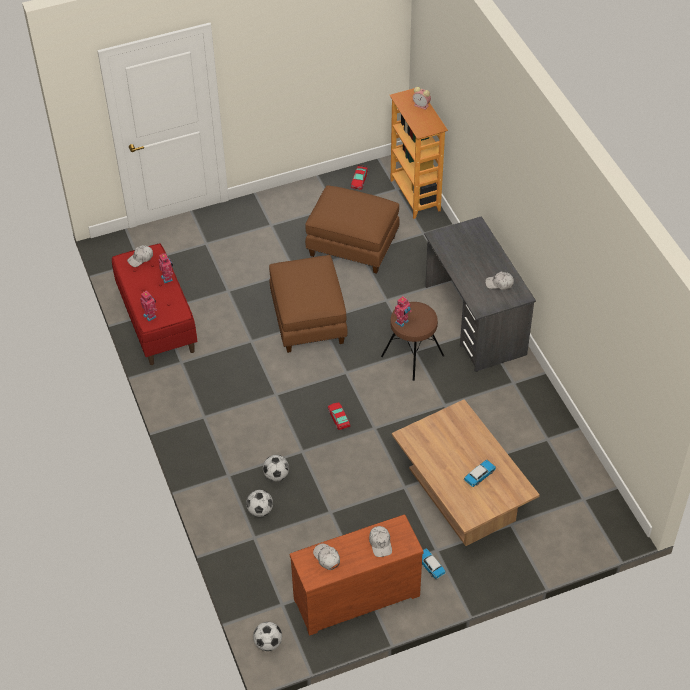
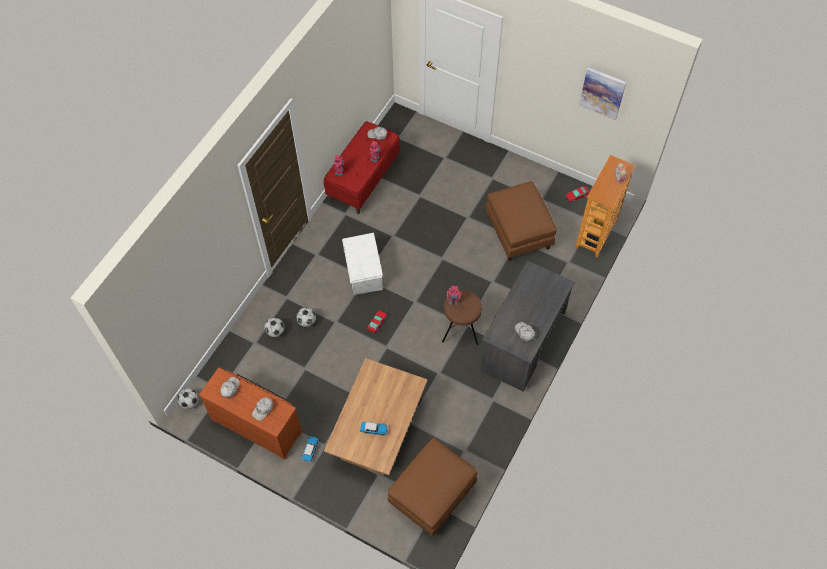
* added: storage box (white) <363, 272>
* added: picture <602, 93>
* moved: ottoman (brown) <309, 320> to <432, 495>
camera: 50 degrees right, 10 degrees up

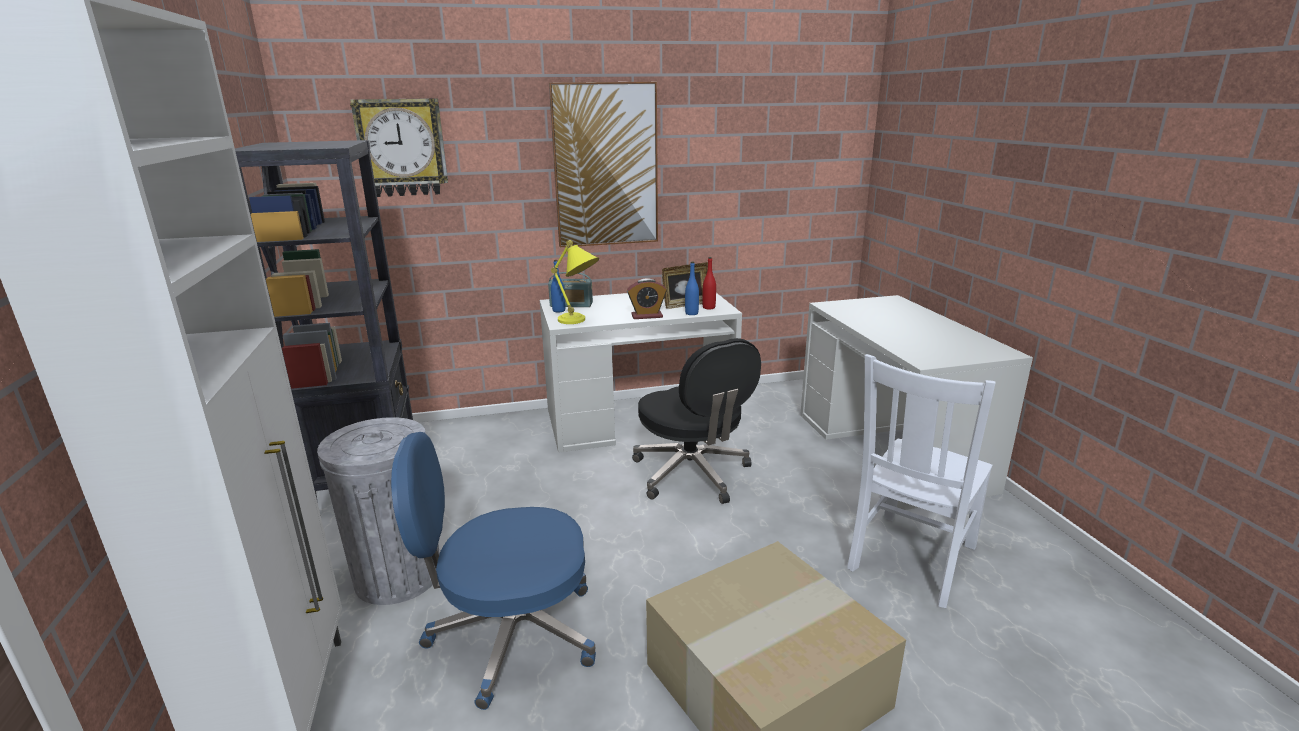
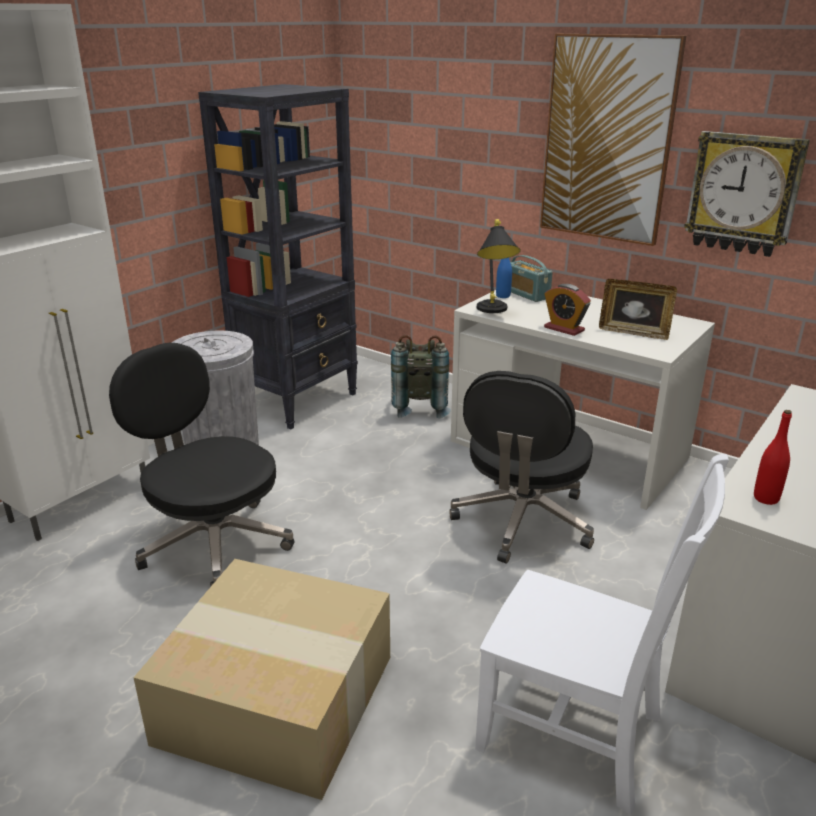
* removed: bottle (blue) <691, 313>
* added: backpack (grey) <420, 407>
* moved: wall clock <402, 148> to <743, 193>
* moved: bottle (red) <709, 307> to <766, 498>
* recoloured: office chair (blue) <510, 635> to office chair (black) <213, 542>
* recoloured: table lamp (yellow) <579, 322> to table lamp (black) <493, 312>
* turned: chair (white) <910, 560> = <576, 735> 150 degrees counterclockwise
camera: 50 degrees right, 5 degrees up

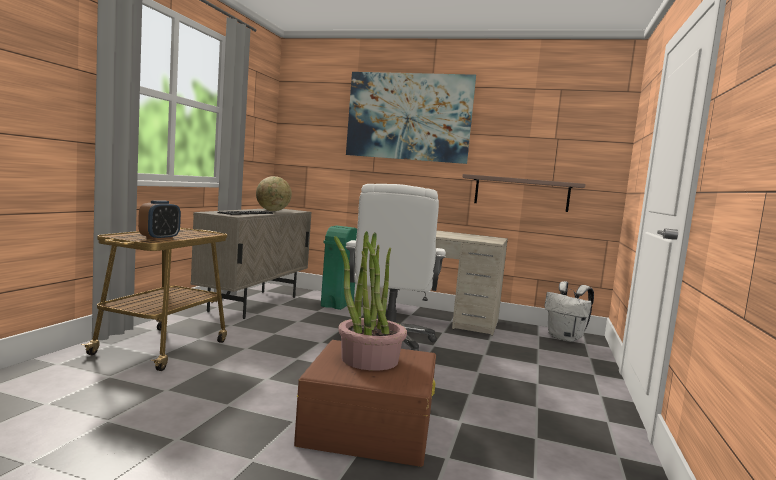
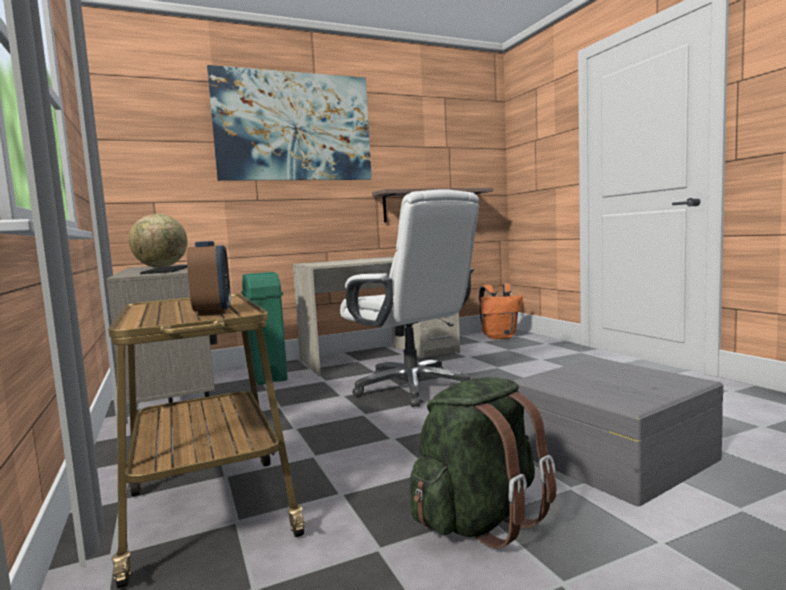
* removed: potted plant <369, 359>
* added: backpack (green) <479, 519>
* recoloured: storage box (brown) <369, 425> to storage box (grey) <611, 454>
* recoloured: backpack (white) <565, 338> to backpack (orange) <499, 337>
camera: 40 degrees left, 0 degrees up

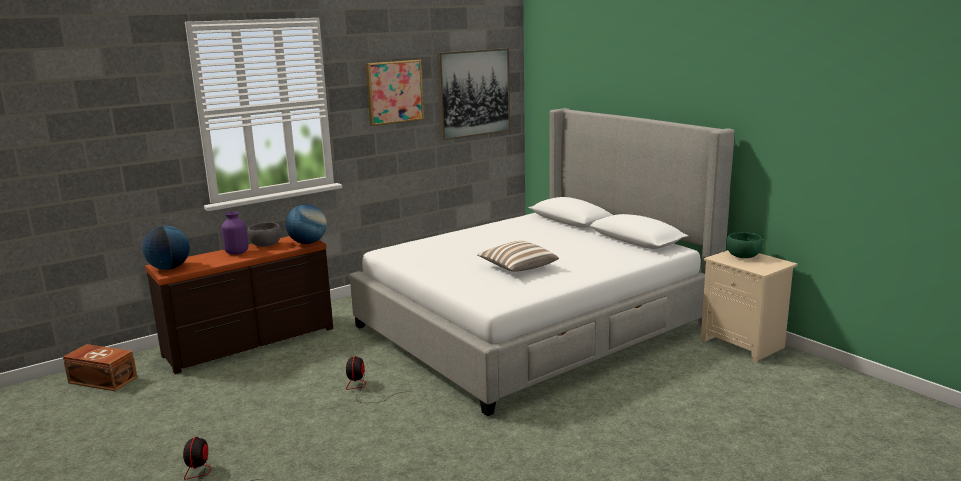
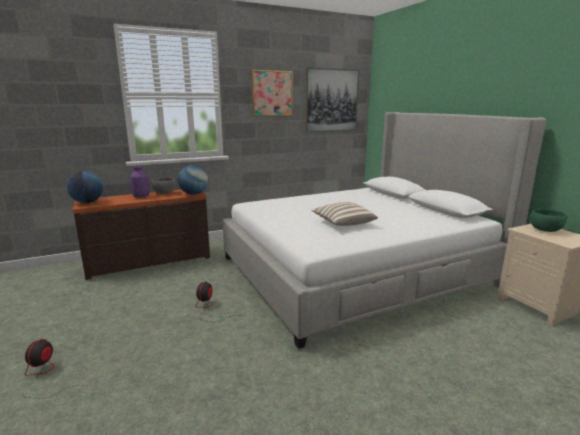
* removed: storage box (brown) <103, 379>
camera: 10 degrees right, 0 degrees up

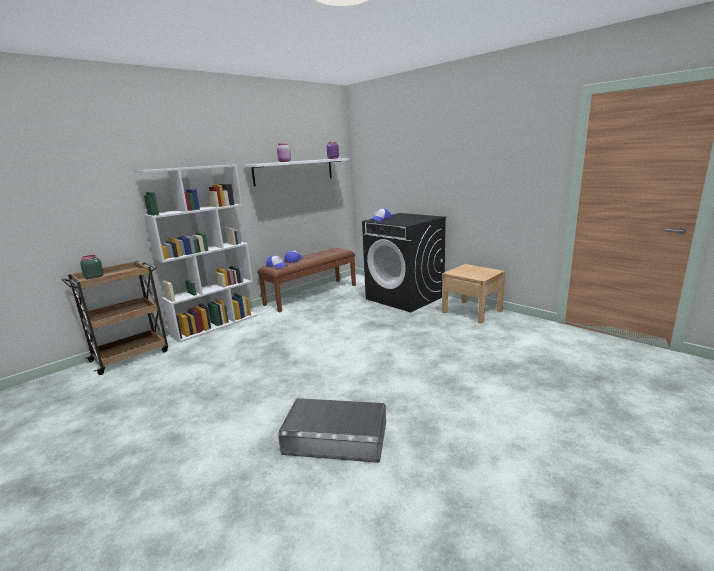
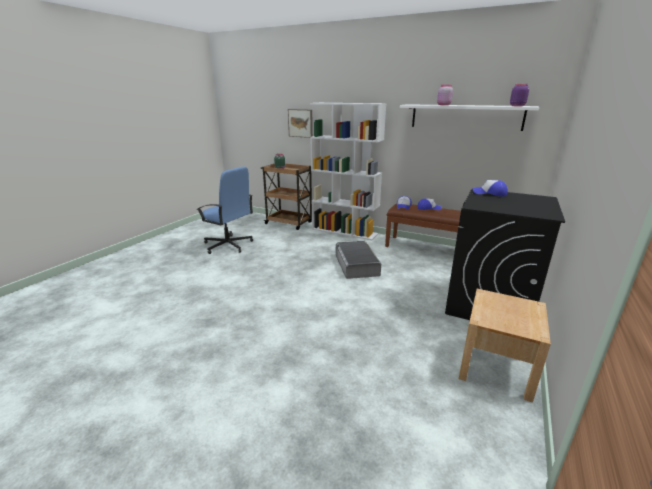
* added: office chair (blue) <228, 245>
* added: picture <301, 123>
* moved: storage box (grey) <336, 437> to <356, 265>
camera: 70 degrees right, 5 degrees up

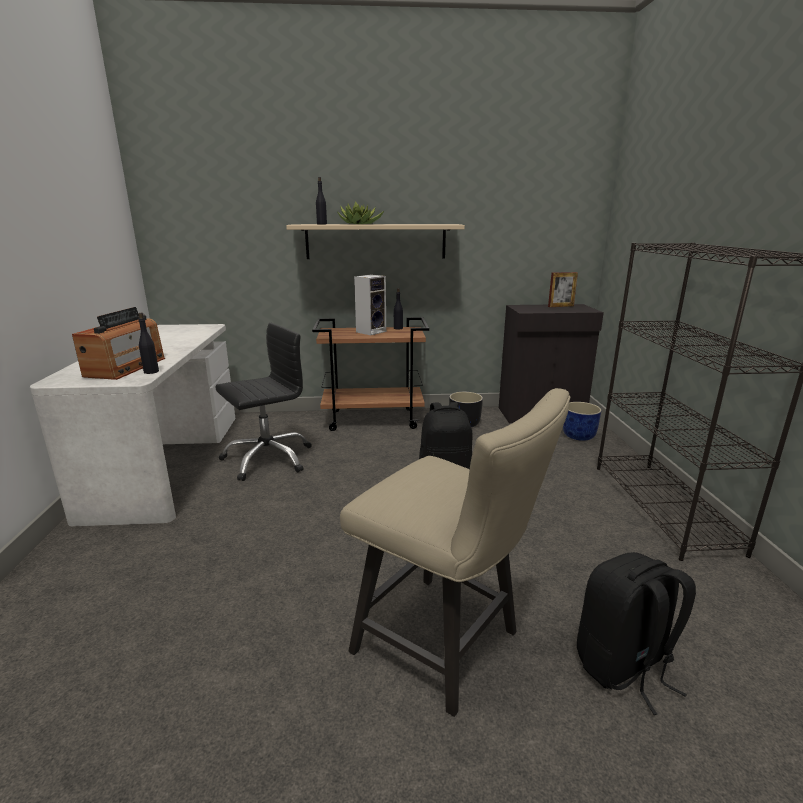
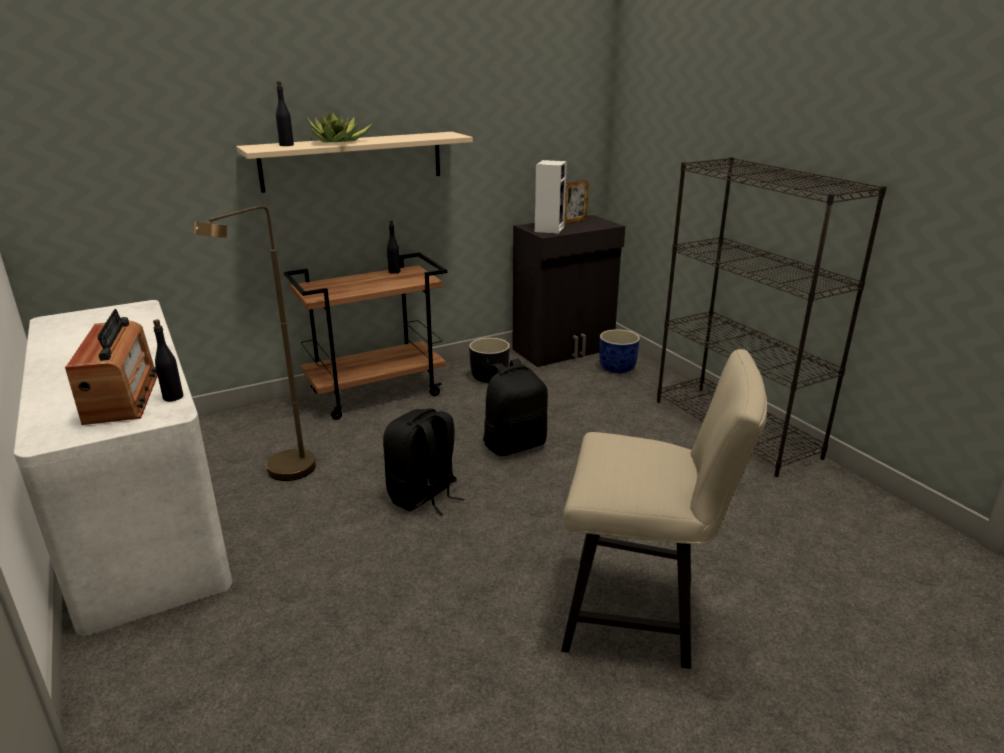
* moved: speaker <371, 331> to <549, 229>
* moved: backpack (black) <624, 667> to <424, 496>
* replaced: office chair (black) <268, 458> to floor lamp (brown) <283, 475>
camera: 25 degrees left, 5 degrees up

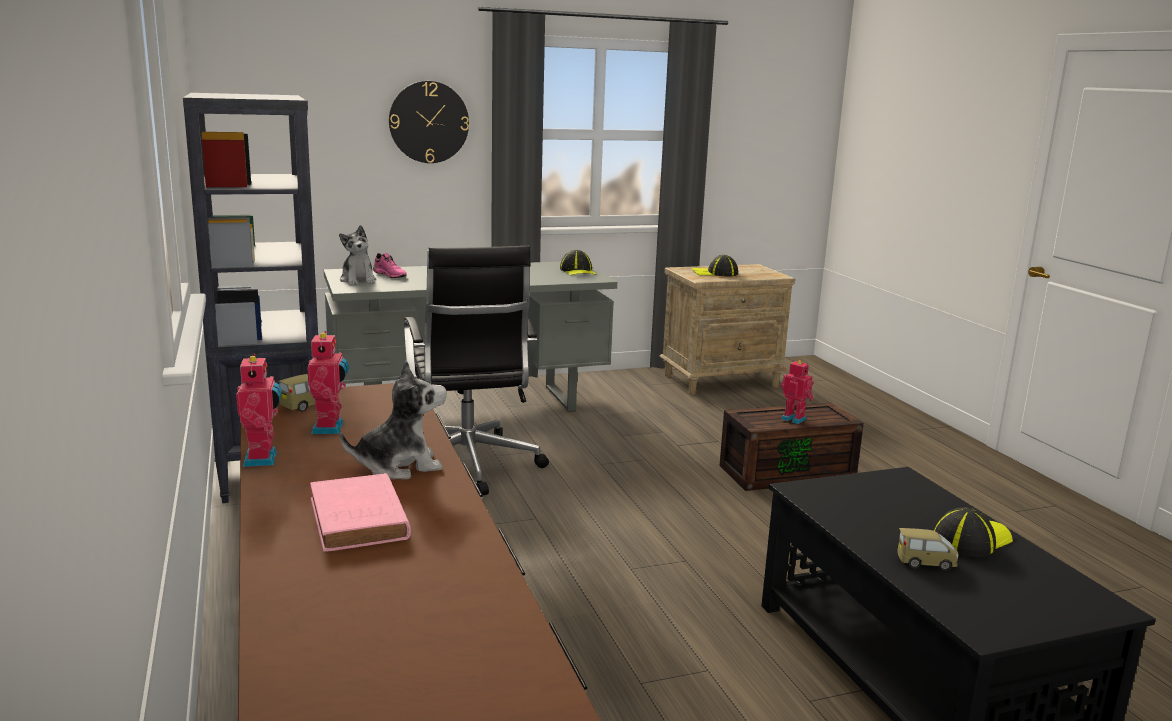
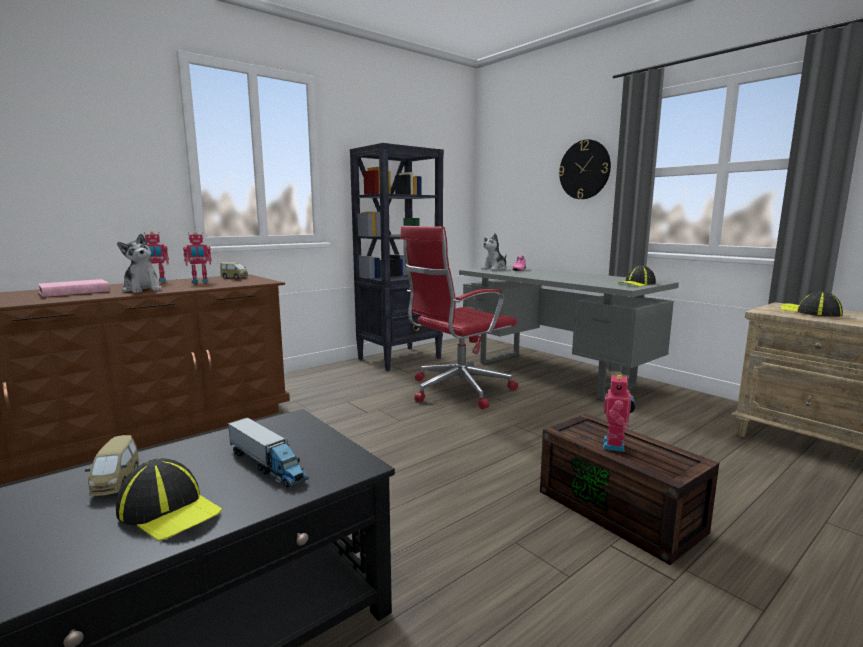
* added: toy truck <267, 465>
* recoloured: office chair (black) <468, 466> to office chair (red) <457, 390>
camera: 70 degrees right, 5 degrees down

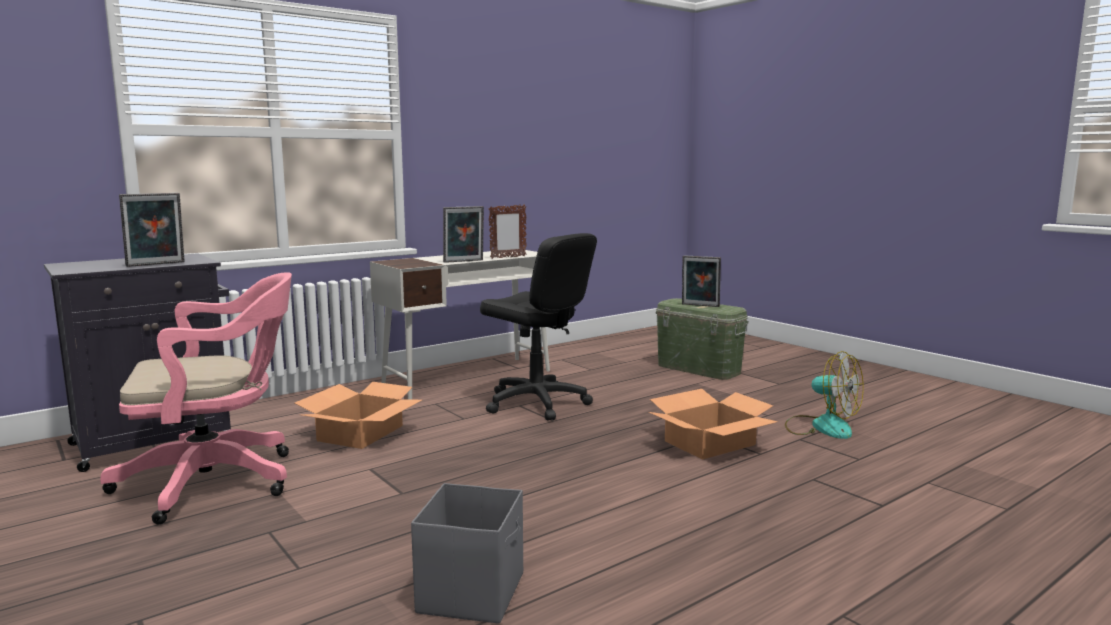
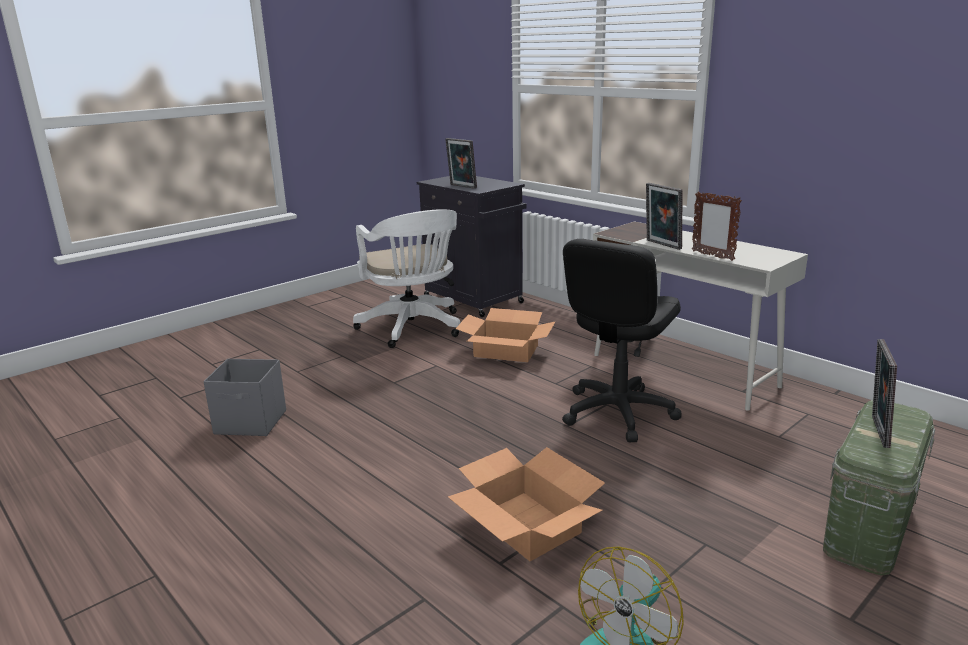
* recoloured: office chair (pink) <218, 481> to office chair (white) <413, 329>
camera: 85 degrees right, 10 degrees up

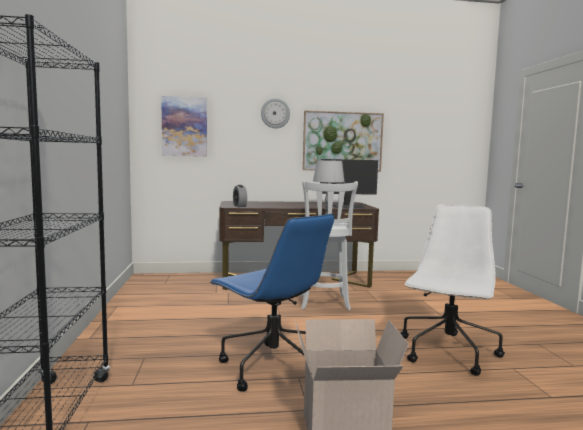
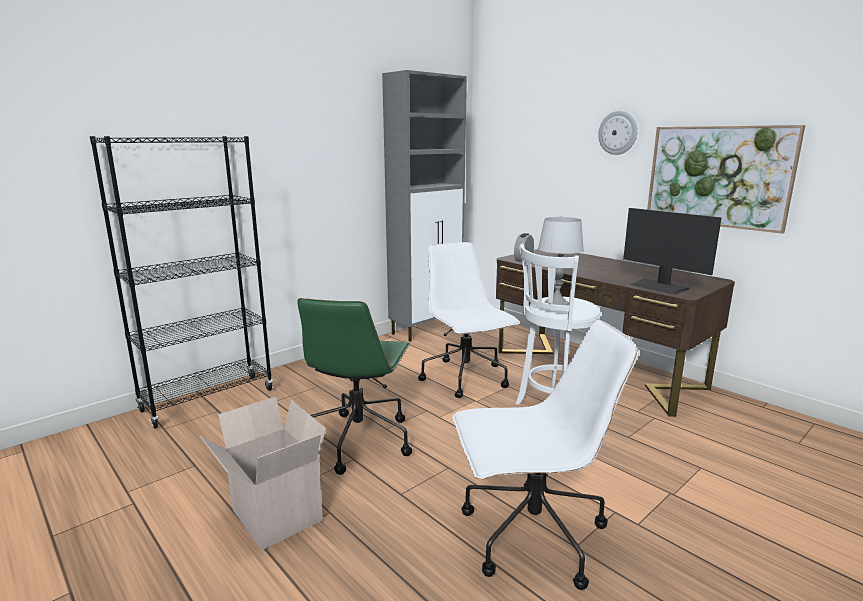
* removed: picture <184, 126>
* added: cabinet (grey) <427, 329>
* added: office chair (white) <466, 378>
* recoloured: office chair (blue) <271, 367> to office chair (green) <359, 439>
camera: 55 degrees right, 10 degrees up

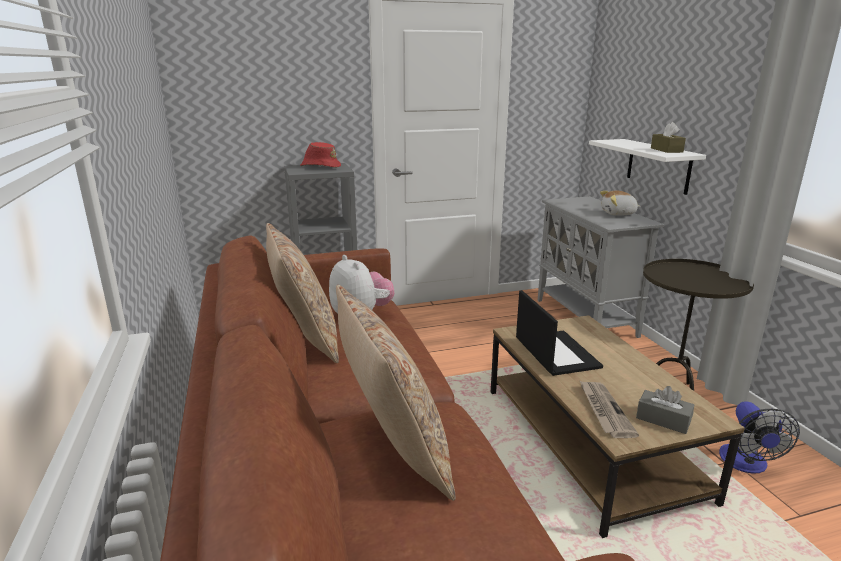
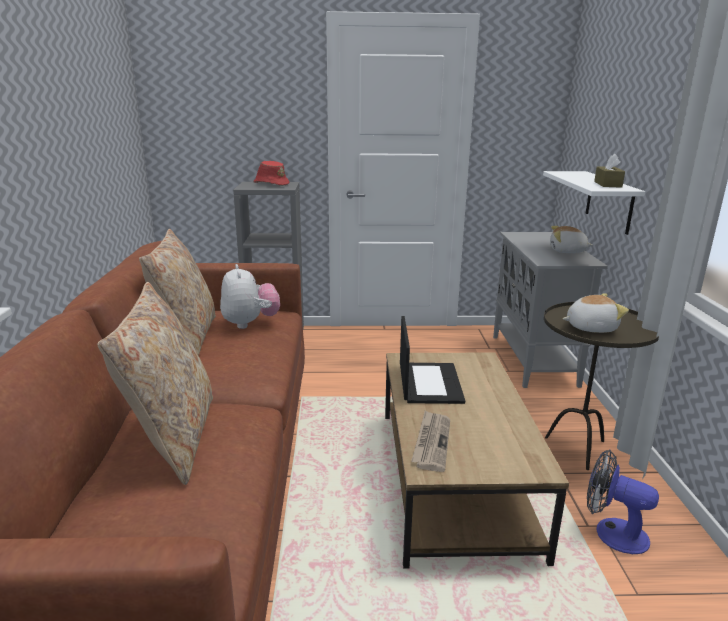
* removed: tissue box (grey) <663, 420>
* added: plush toy <590, 327>
* turned: fan <746, 464> = <612, 532> 105 degrees clockwise
camera: 15 degrees right, 0 degrees up

